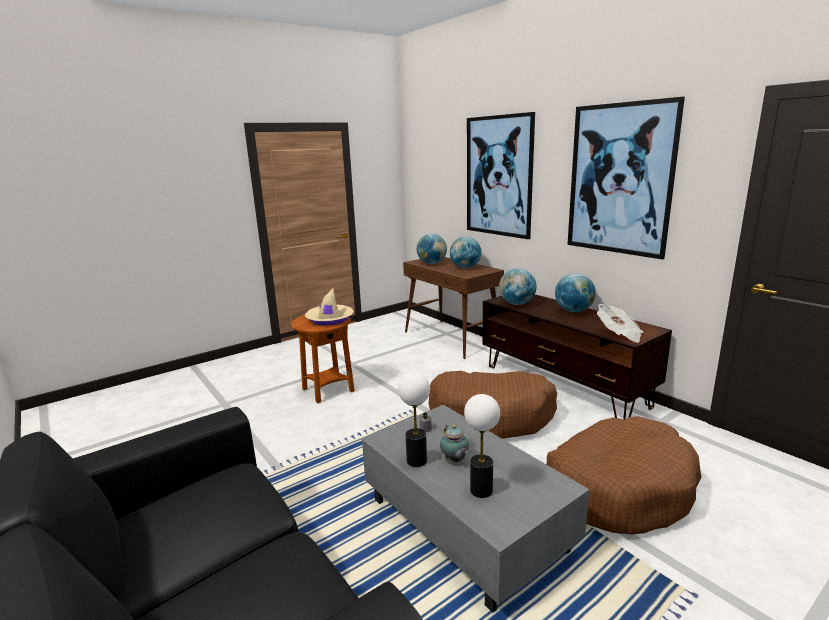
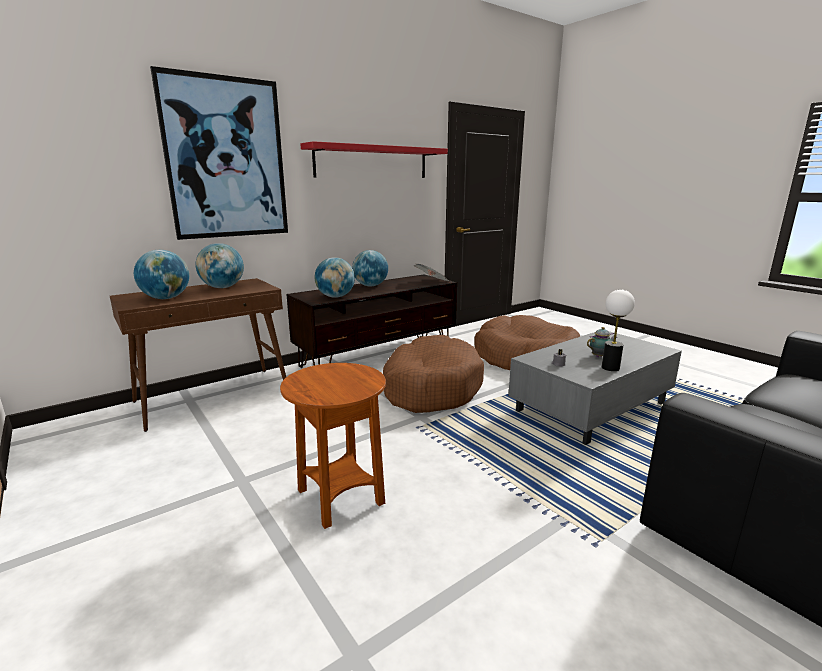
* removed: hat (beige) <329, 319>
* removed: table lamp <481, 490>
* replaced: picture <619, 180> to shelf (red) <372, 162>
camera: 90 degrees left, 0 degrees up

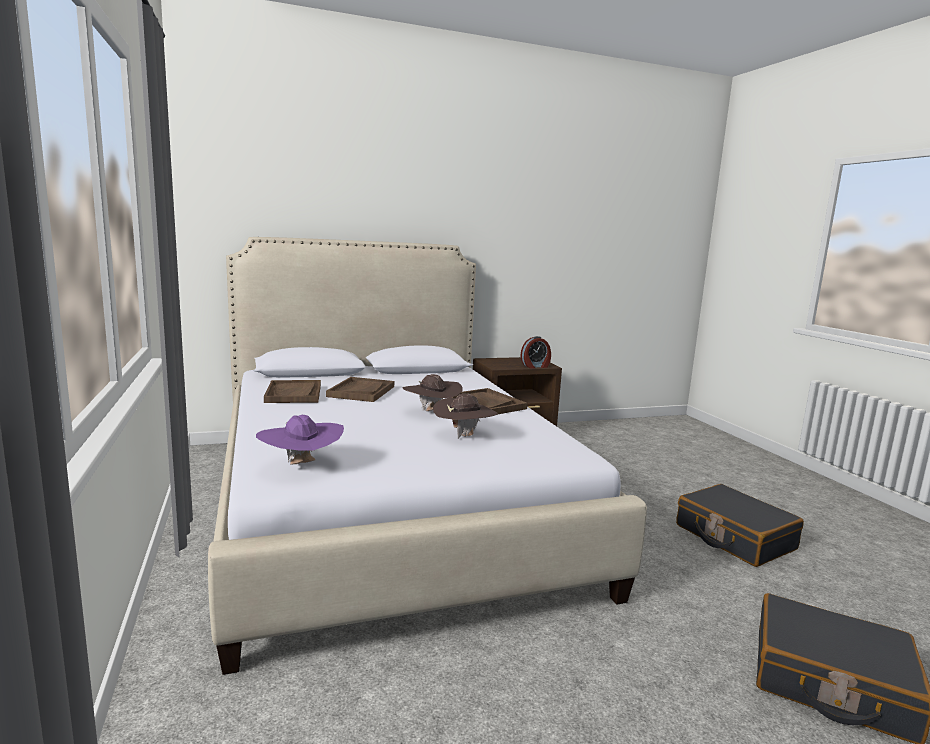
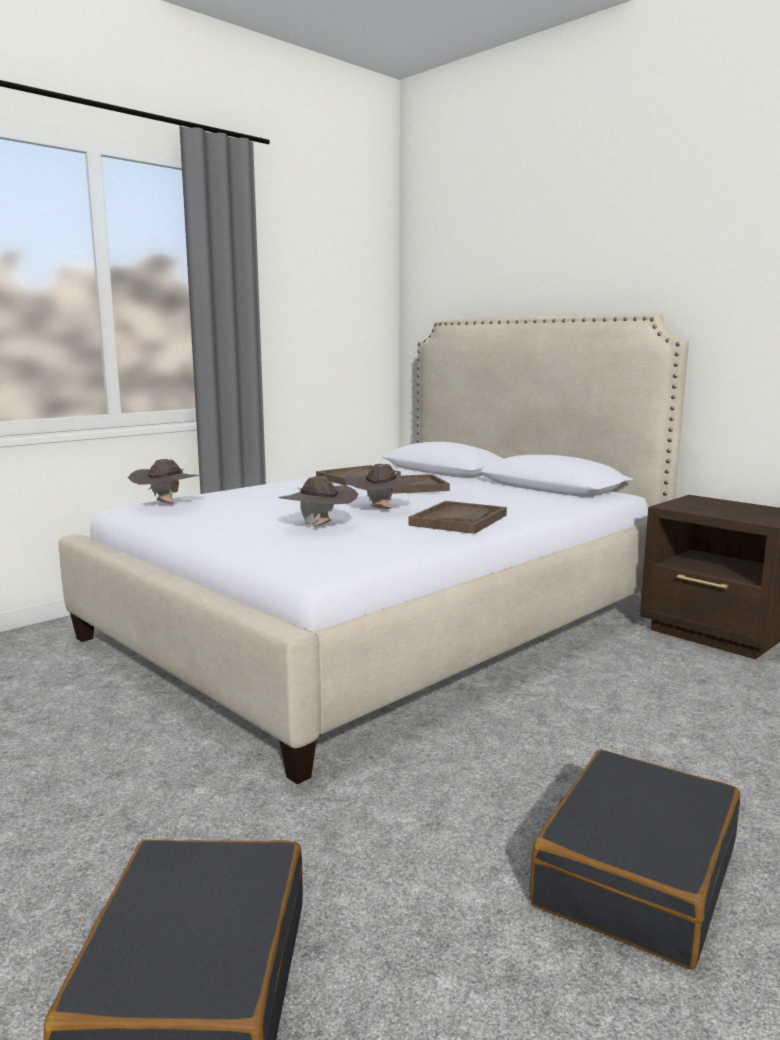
* removed: alarm clock <535, 366>
* recoloured: hat (purple) <301, 465> to hat (brown) <167, 505>
camera: 65 degrees right, 0 degrees up

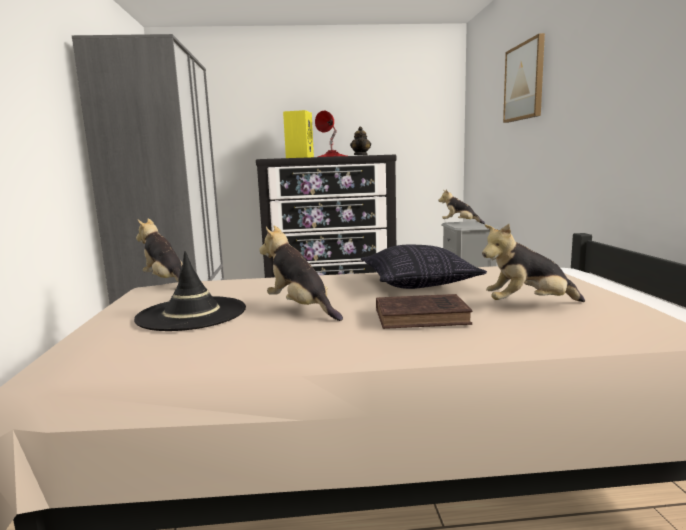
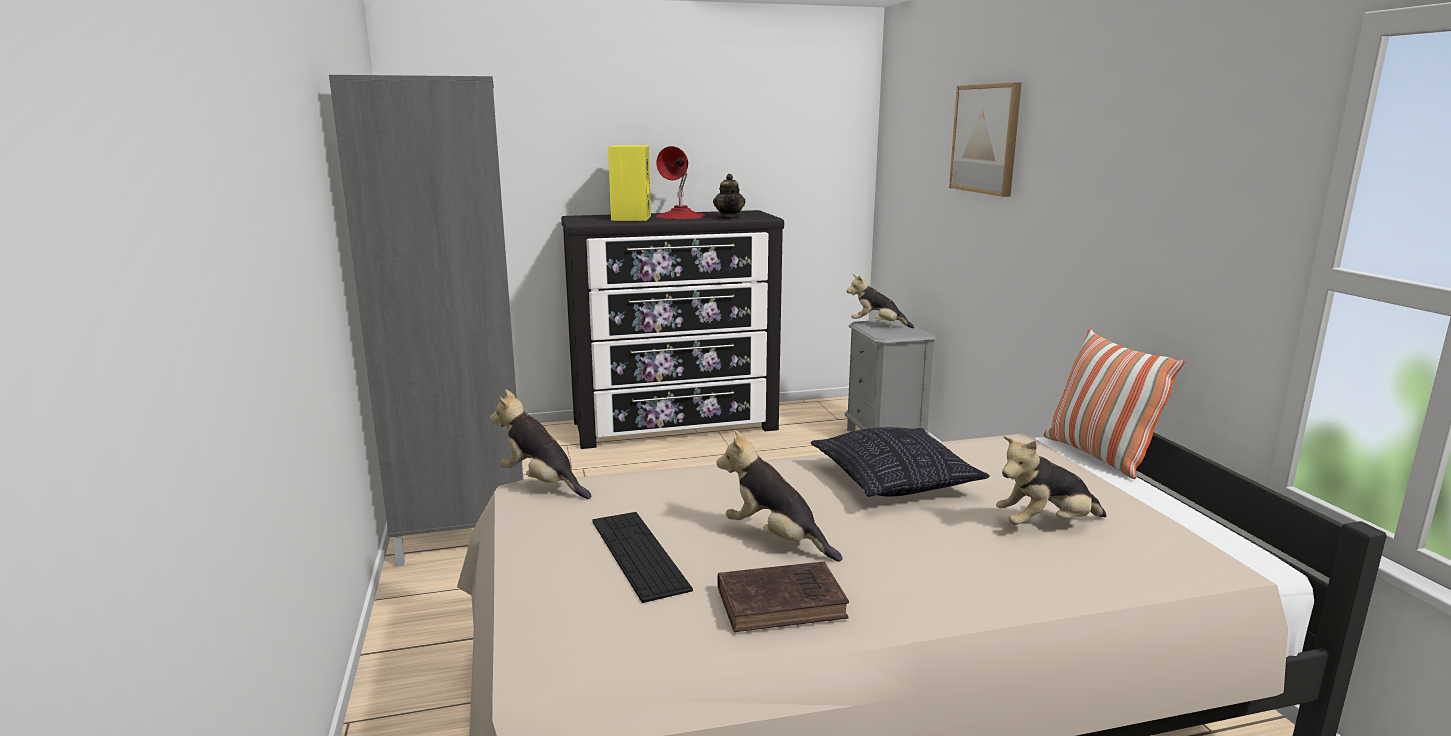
* added: pillow <1098, 456>
* moved: book (brown) <424, 317> to <784, 602>
* replaced: hat (black) <192, 314> to keyboard <638, 554>
camera: 10 degrees left, 5 degrees up

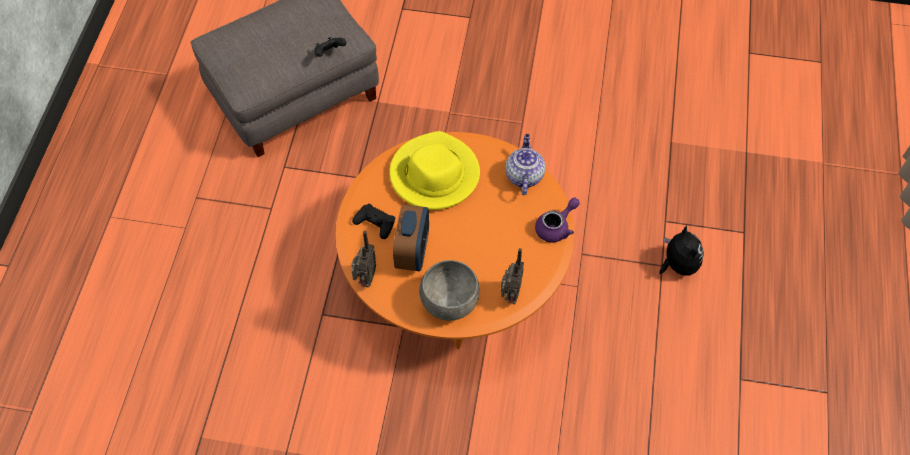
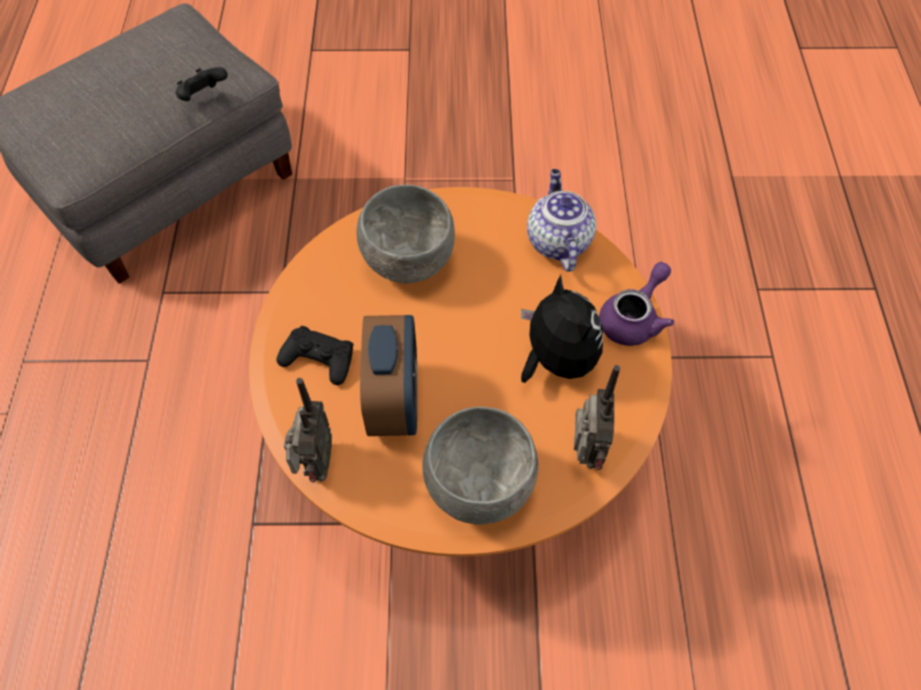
* moved: plush toy <677, 265> to <556, 360>
* replaced: hat (yellow) <434, 174> to bowl (grey) <407, 261>
camera: 10 degrees left, 0 degrees up

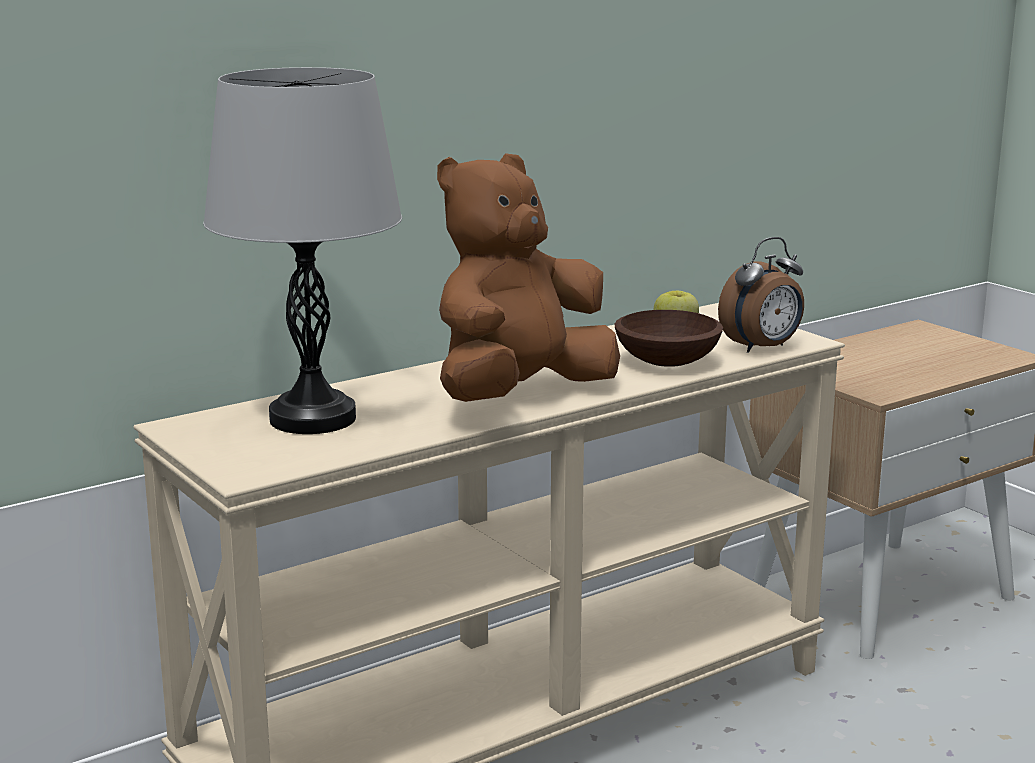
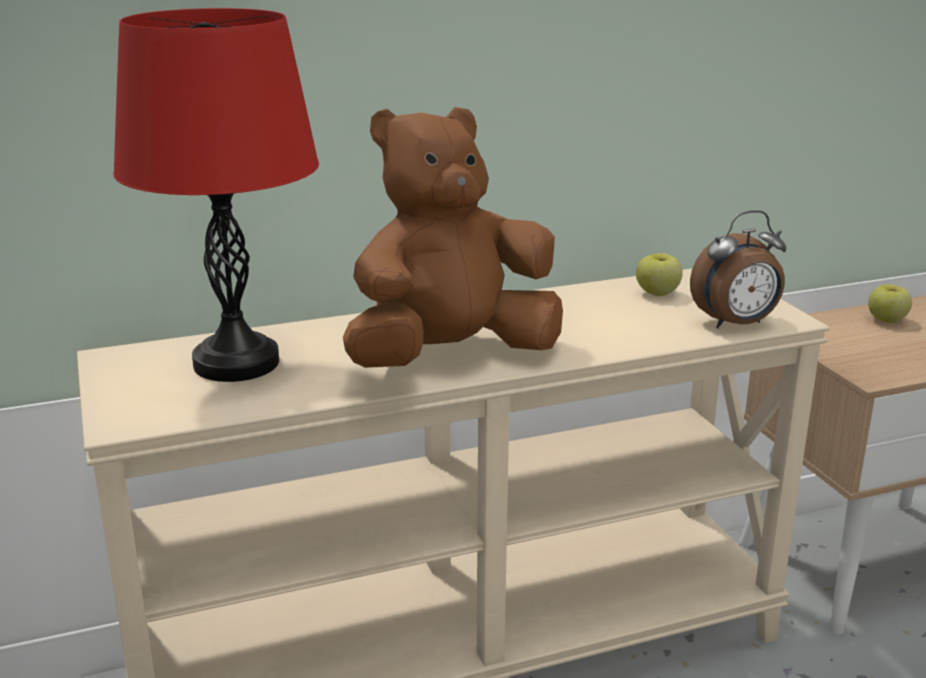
* removed: bowl (brown) <669, 362>
* added: apple <887, 320>
* recoloured: table lamp (grey) <313, 419> to table lamp (red) <236, 363>
camera: 15 degrees right, 5 degrees up

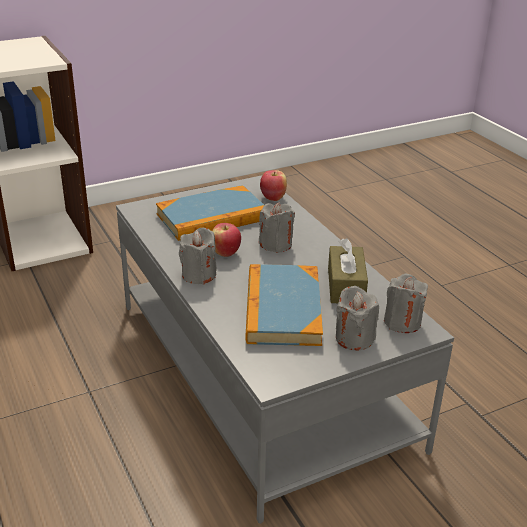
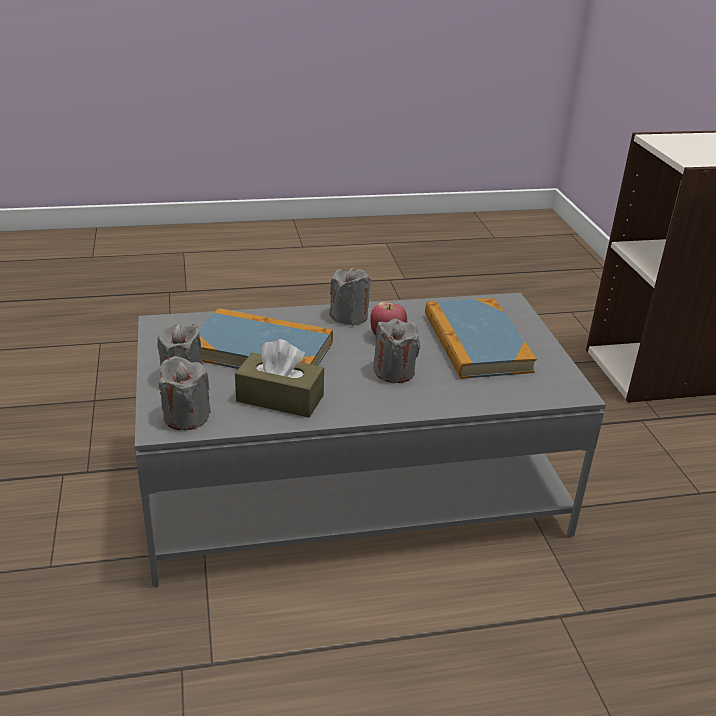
* removed: apple <273, 197>
camera: 105 degrees right, 0 degrees up

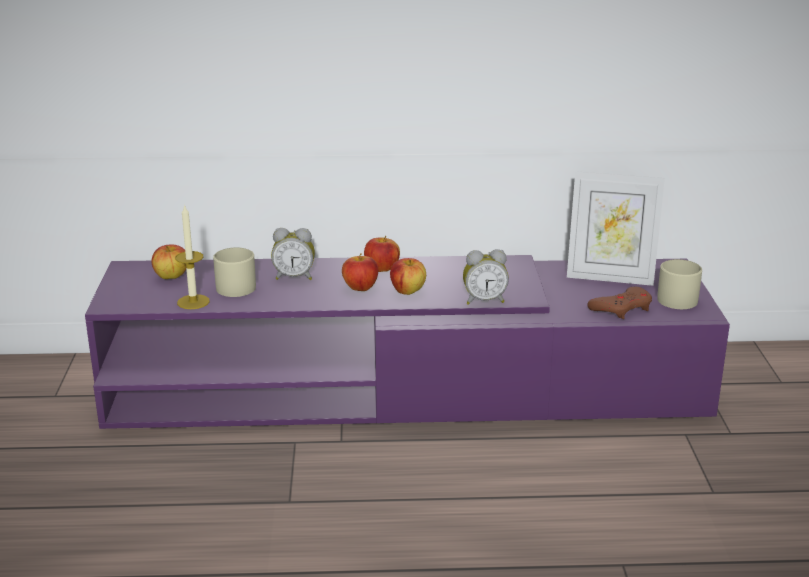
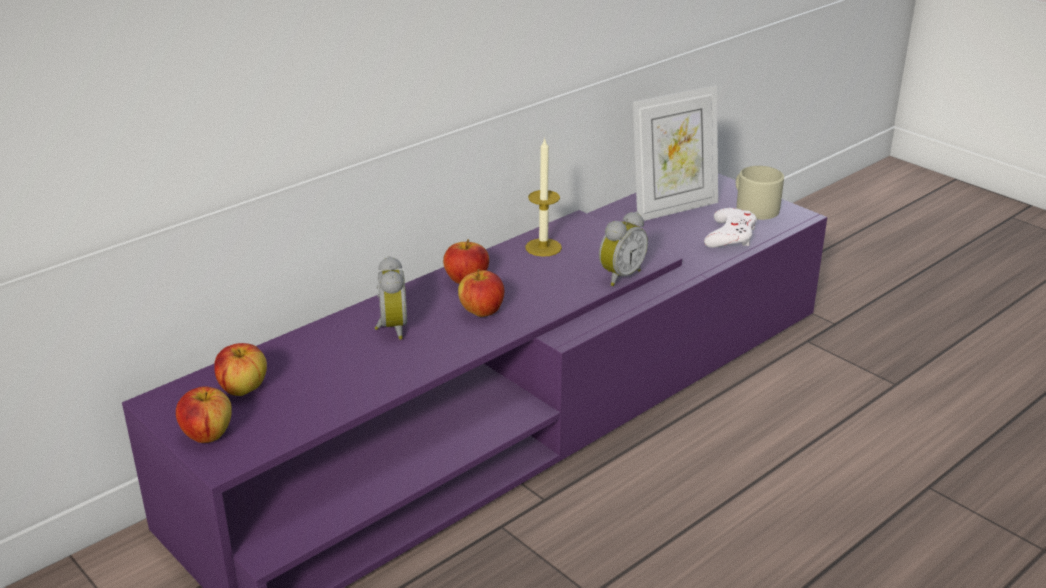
* removed: mug (beige) <235, 286>
* moved: candle <193, 302> to <543, 247>
* moved: apple <407, 291> to <207, 435>
* recoloured: game controller (brown) <622, 308> to game controller (white) <730, 235>
* turned: alarm clock <294, 277> = <390, 328> 60 degrees counterclockwise
camera: 40 degrees left, 5 degrees up

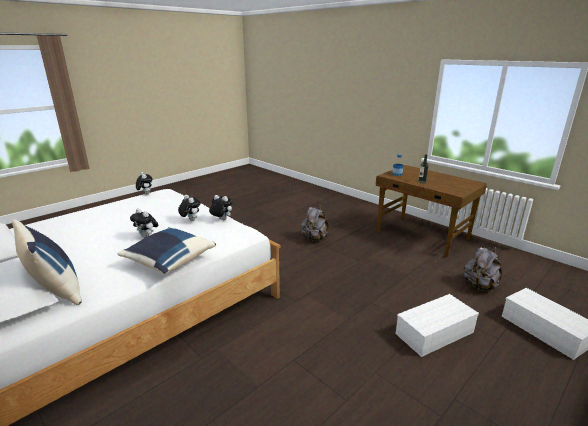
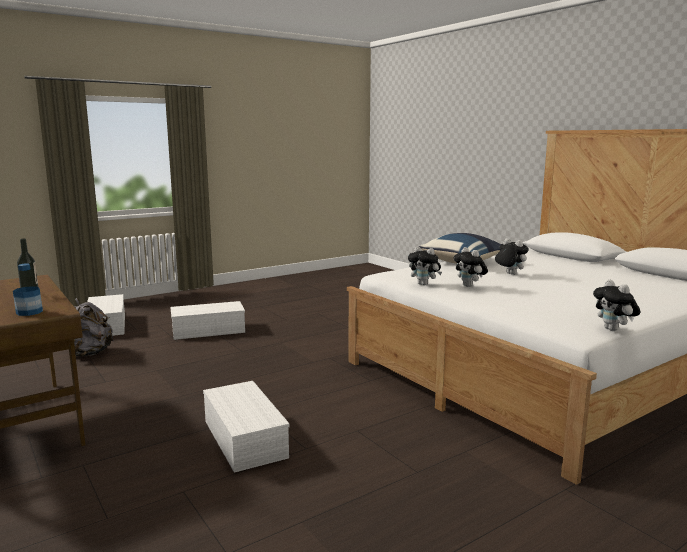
* removed: pillow (blue) <55, 291>
* replaced: backpack (grey) <314, 239> to storage box (white) <243, 438>
camera: 170 degrees left, 10 degrees down

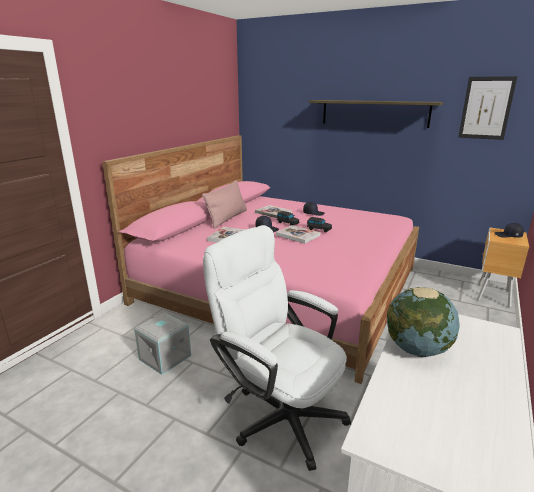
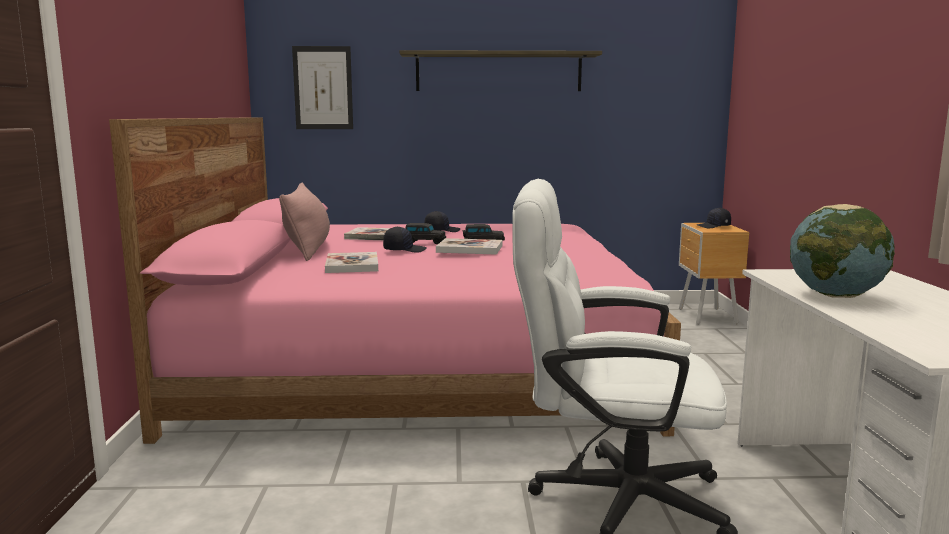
* removed: storage box (grey) <164, 358>
* moved: picture <486, 108> to <323, 88>
camera: 30 degrees left, 10 degrees down

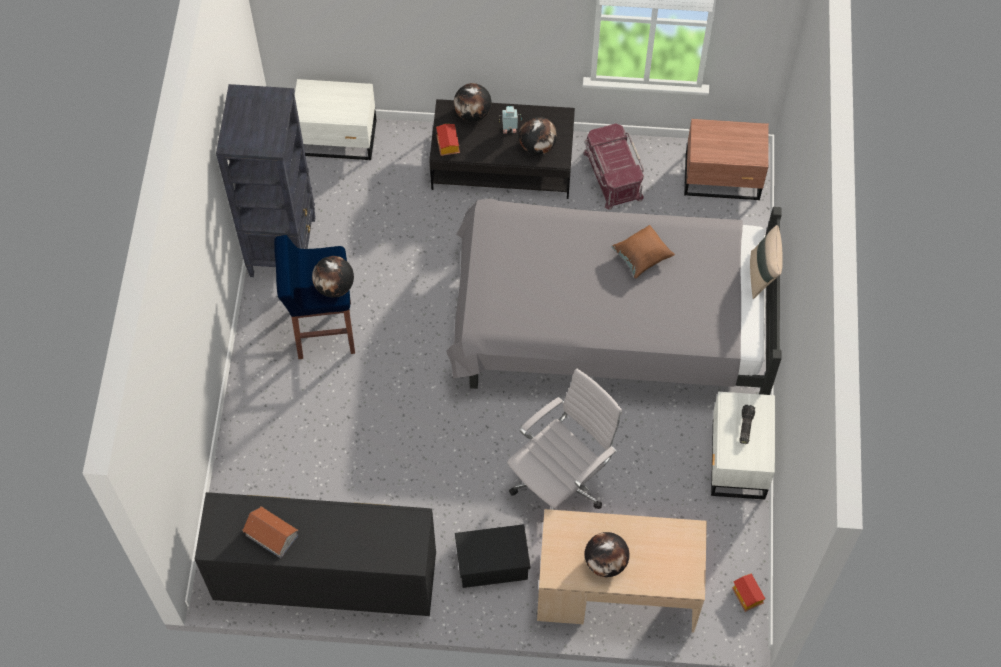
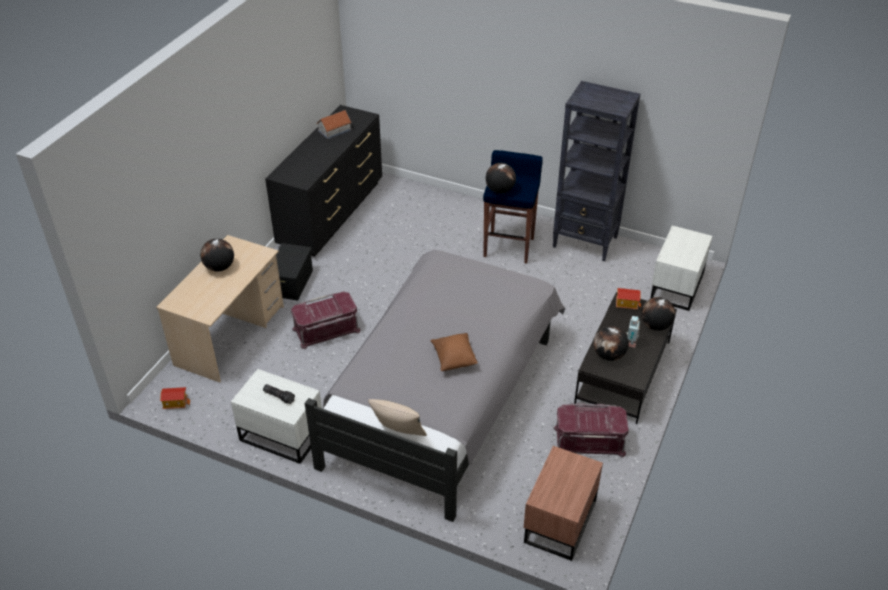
* replaced: office chair (white) <561, 483> to storage box (red) <326, 330>
camera: 110 degrees right, 20 degrees down

